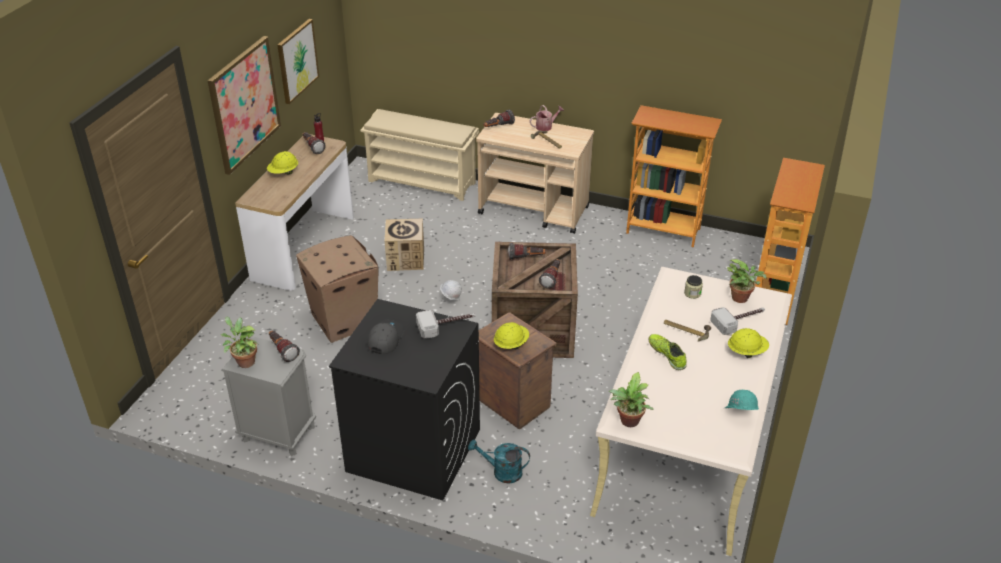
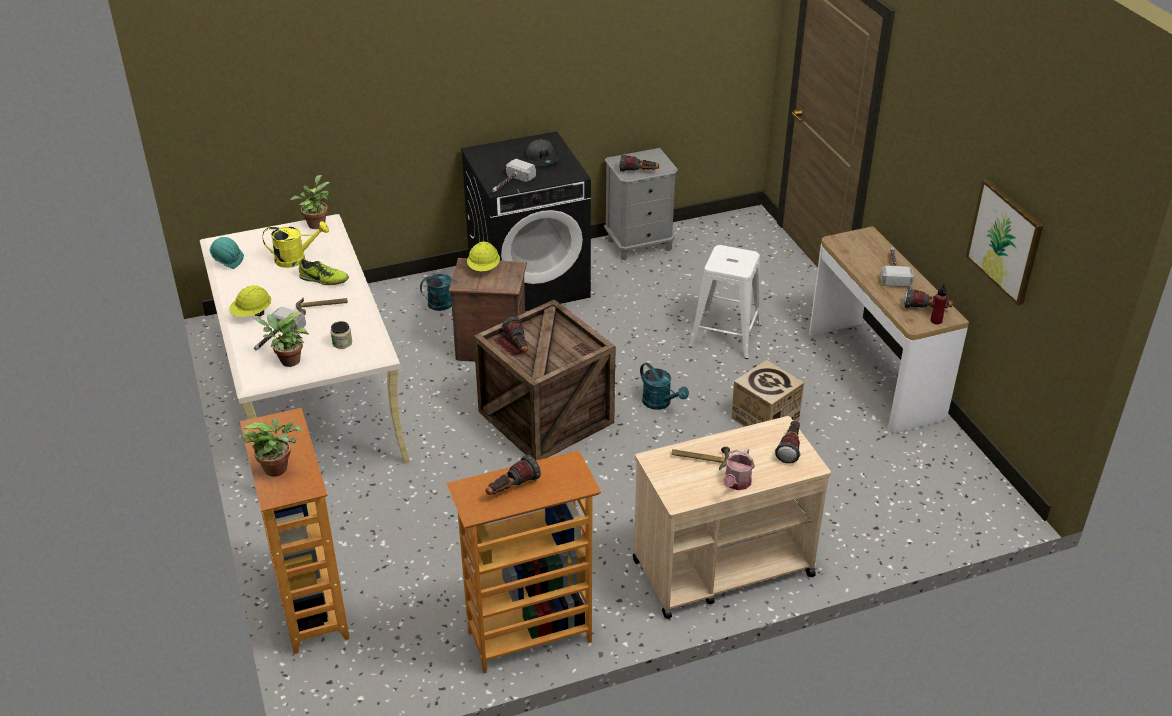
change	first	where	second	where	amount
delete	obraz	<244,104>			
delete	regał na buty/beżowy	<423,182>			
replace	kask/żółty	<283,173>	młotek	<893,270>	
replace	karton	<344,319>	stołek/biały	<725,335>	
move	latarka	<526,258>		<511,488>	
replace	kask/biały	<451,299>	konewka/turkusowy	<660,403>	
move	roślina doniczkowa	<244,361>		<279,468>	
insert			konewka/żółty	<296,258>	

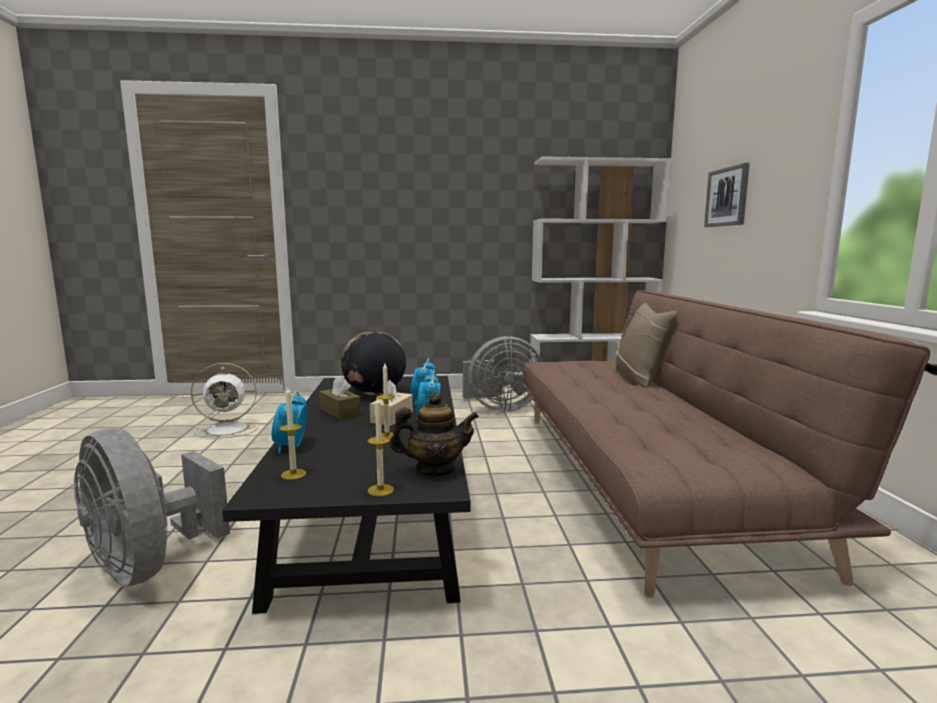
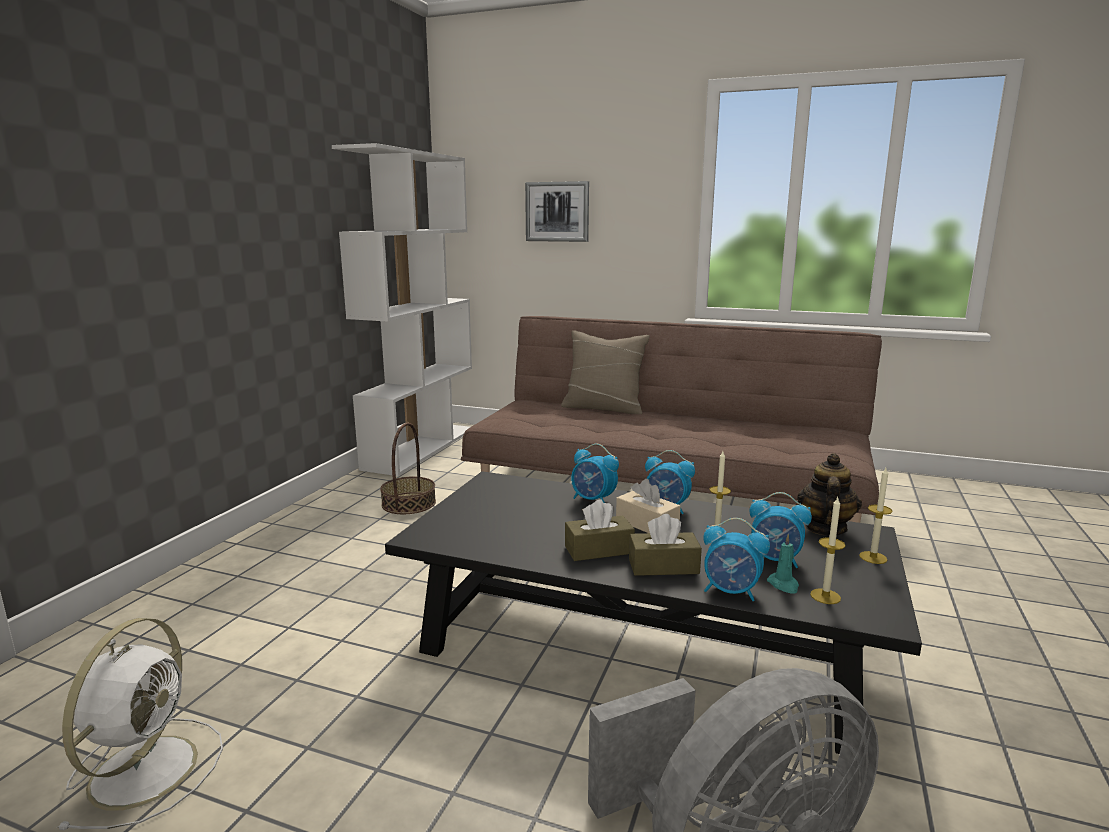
change	first	where	second	where	amount
delete	globus	<374,393>			
replace	wentylator/szary	<500,408>	koszyk	<408,503>	
insert			budzik	<775,560>	
insert			pudełko chusteczek/brązowy	<663,566>	
insert			świeca/turkusowy	<783,585>	

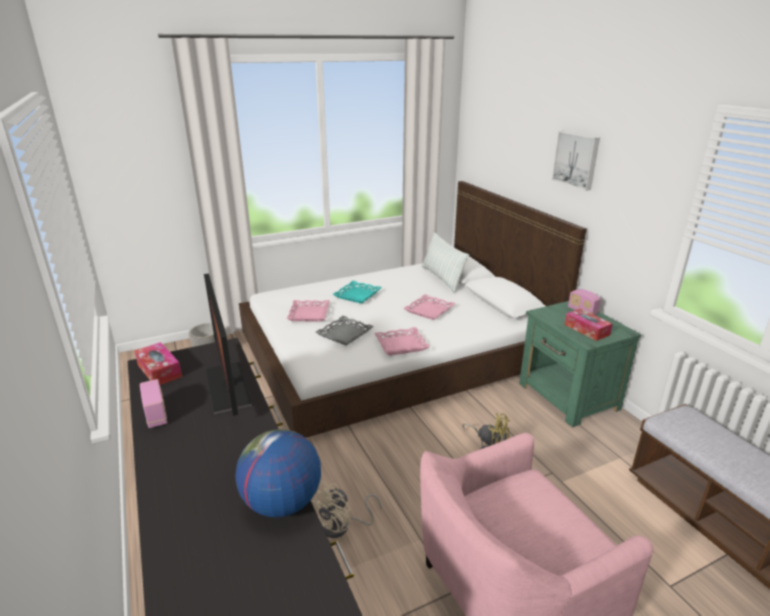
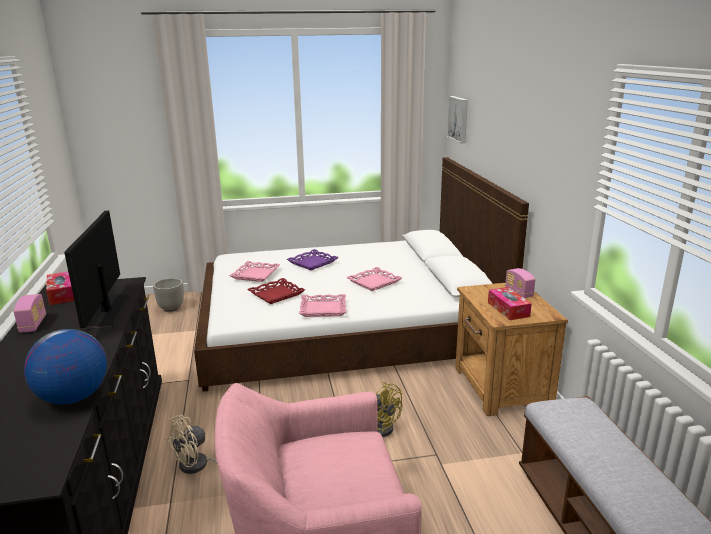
change	first	where	second	where	amount
move	obraz	<576,159>		<459,119>	
delete	poduszka	<442,278>			
recolor	taca/turkusowy	<357,295>	taca/fioletowy	<312,263>	
recolor	szafka nocna/zielony	<568,397>	szafka nocna/brązowy	<501,387>	
recolor	taca/szary	<345,334>	taca/czerwony	<276,295>	

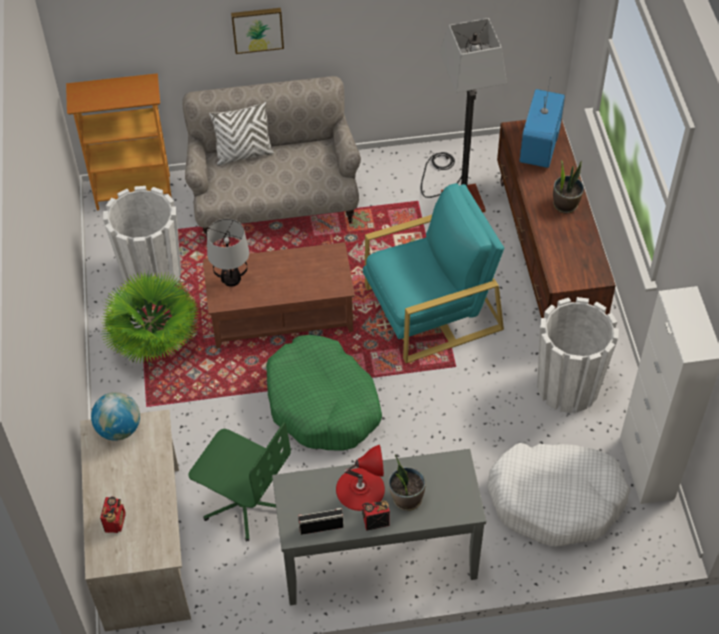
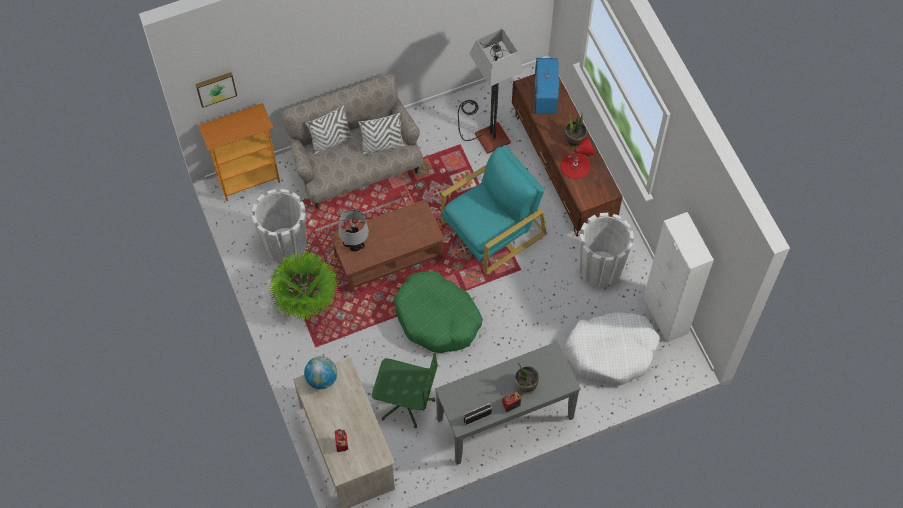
change	first	where	second	where	amount
move	obraz	<257,29>		<215,88>	
move	lampa stołowa/czerwony	<360,489>		<575,165>	
insert			poduszka/biały	<382,146>	

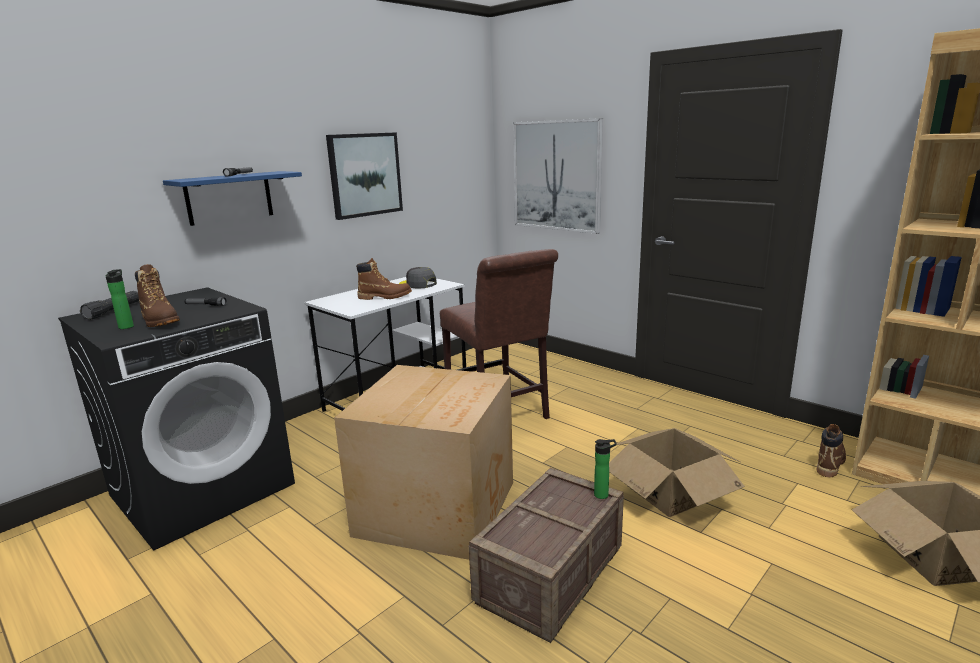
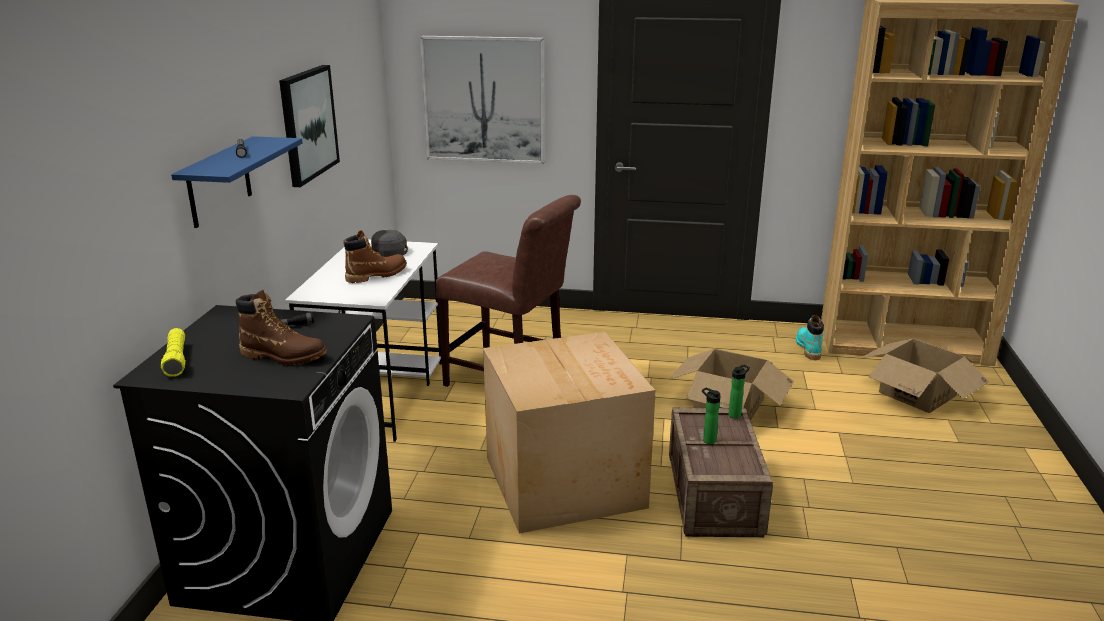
change	first	where	second	where	amount
move	butelka	<127,326>		<707,440>	
recolor	latarka/czarny	<113,311>	latarka/żółty	<176,360>	
recolor	but z cholewką/brązowy	<829,462>	but z cholewką/turkusowy	<808,348>	

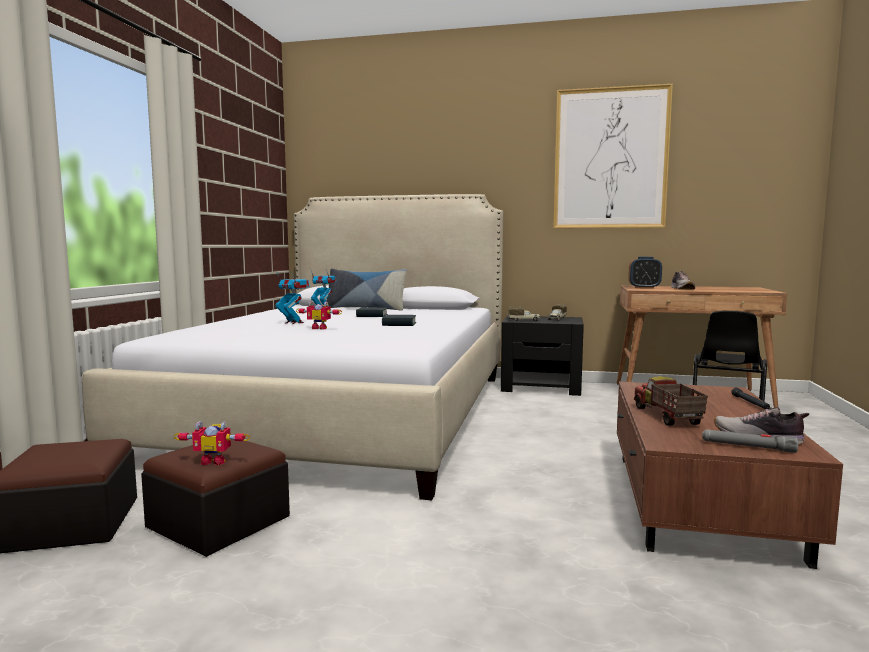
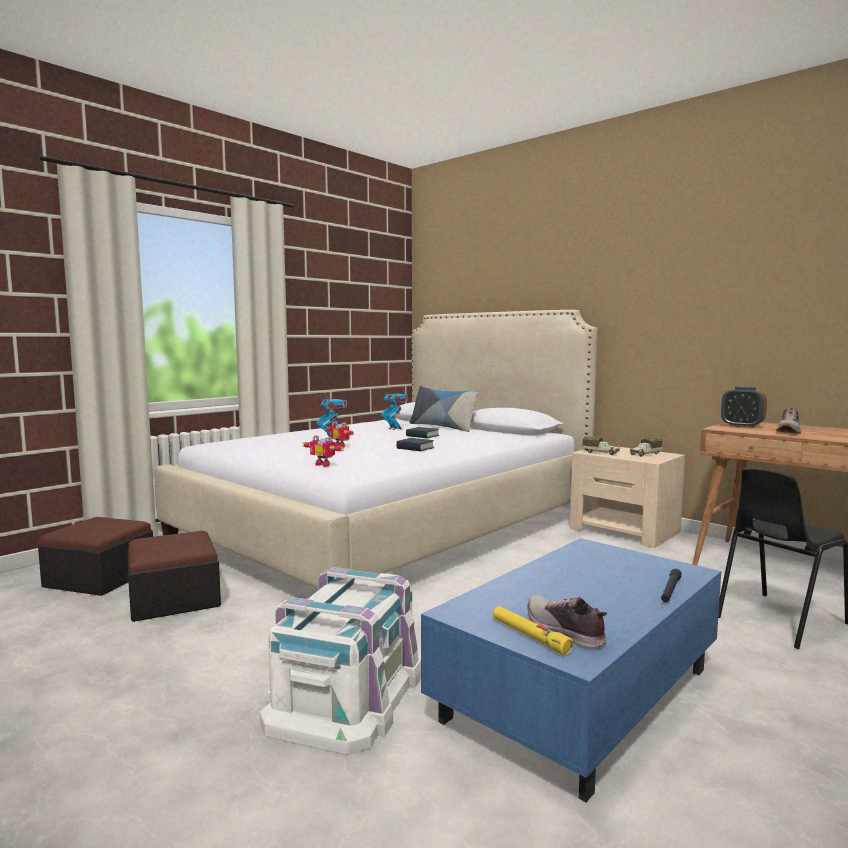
change	first	where	second	where	amount
delete	obraz	<610,159>			
recolor	szafka nocna/czarny	<542,387>	szafka nocna/beżowy	<625,530>	
delete	ciężarówka zabawkowa	<666,417>			
recolor	ława/brązowy	<699,503>	ława/niebieski	<578,695>	
move	robot zabawkowy	<215,461>		<325,464>	
recolor	latarka/szary	<747,447>	latarka/żółty	<529,636>	
insert			pojemnik do przechowywania/biały	<348,693>	

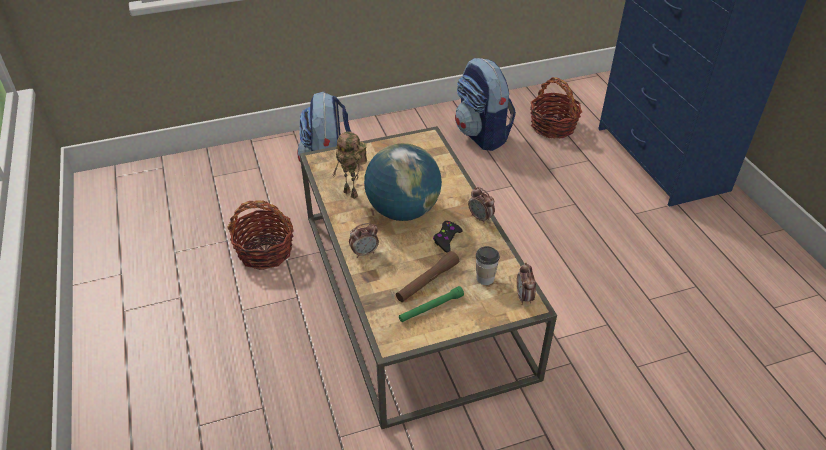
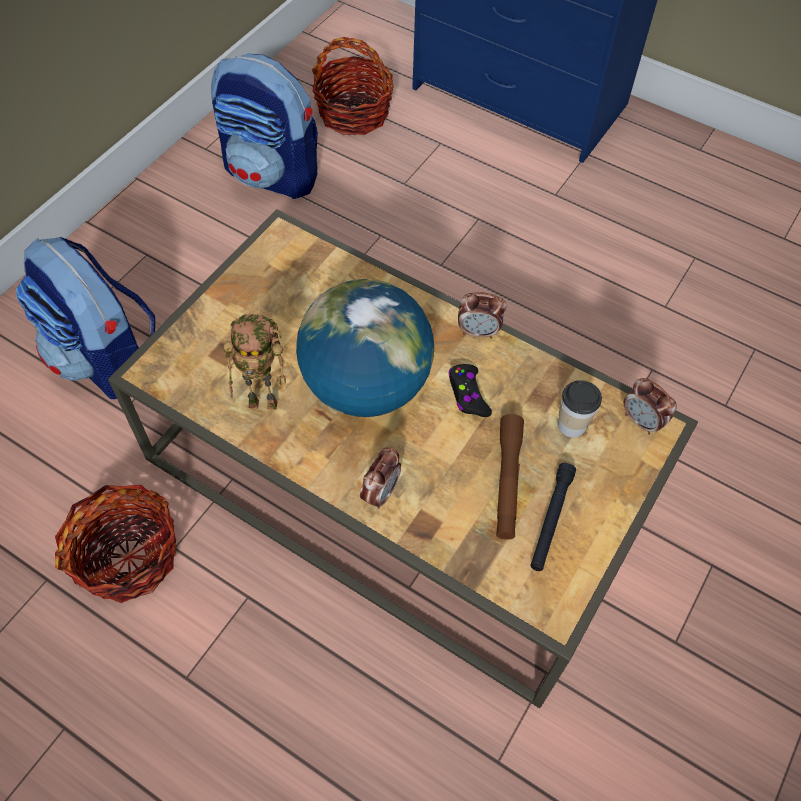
change	first	where	second	where	amount
recolor	latarka/zielony	<431,308>	latarka/czarny	<551,520>	

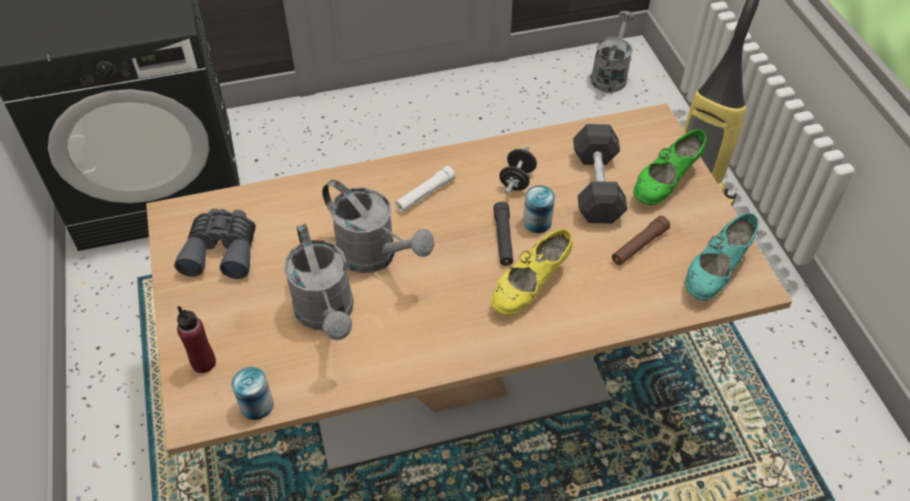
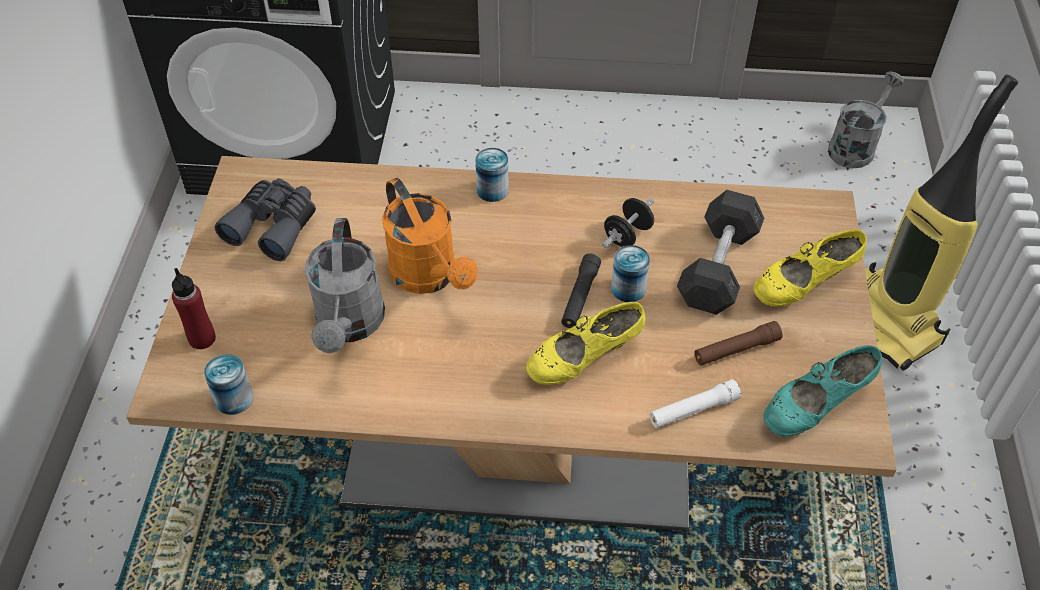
change	first	where	second	where	amount
recolor	but/zielony	<665,184>	but/żółty	<803,286>	
move	latarka/biały	<425,194>		<693,410>	
recolor	konewka/szary	<375,256>	konewka/pomarańczowy	<430,277>	
insert			puszka	<492,190>	

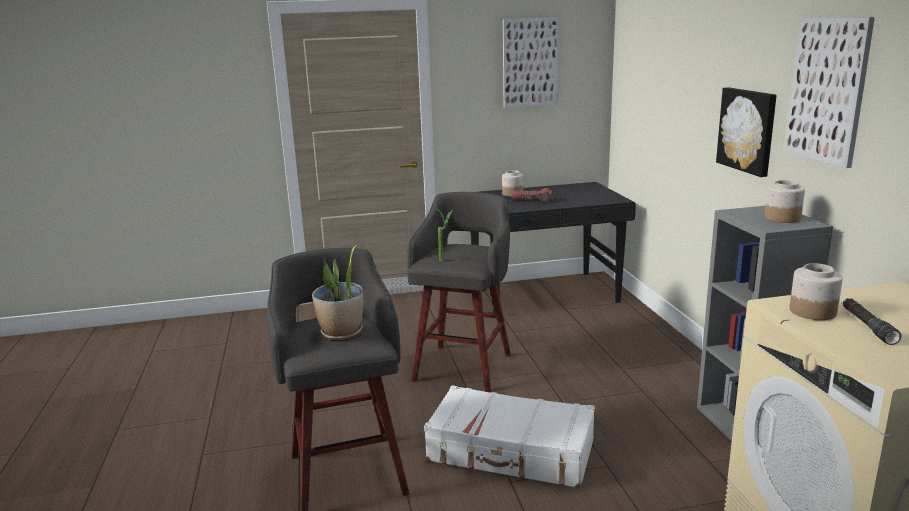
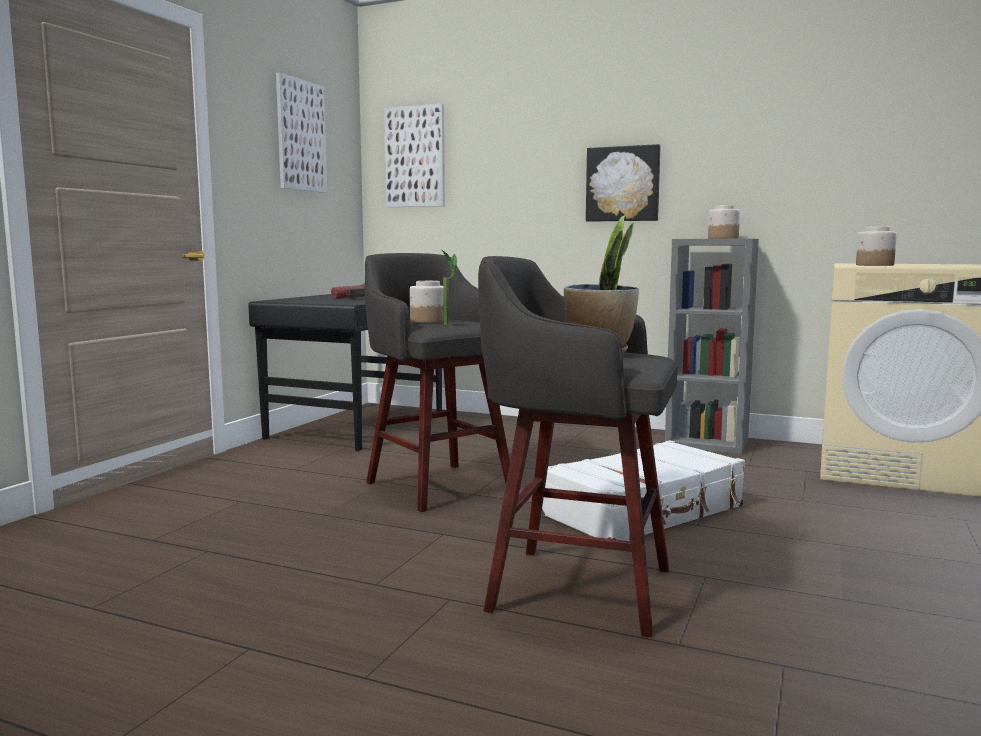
change	first	where	second	where	amount
move	obraz	<828,90>		<415,157>	
move	słoik	<512,194>		<428,321>	
delete	latarka/czarny	<868,326>			

